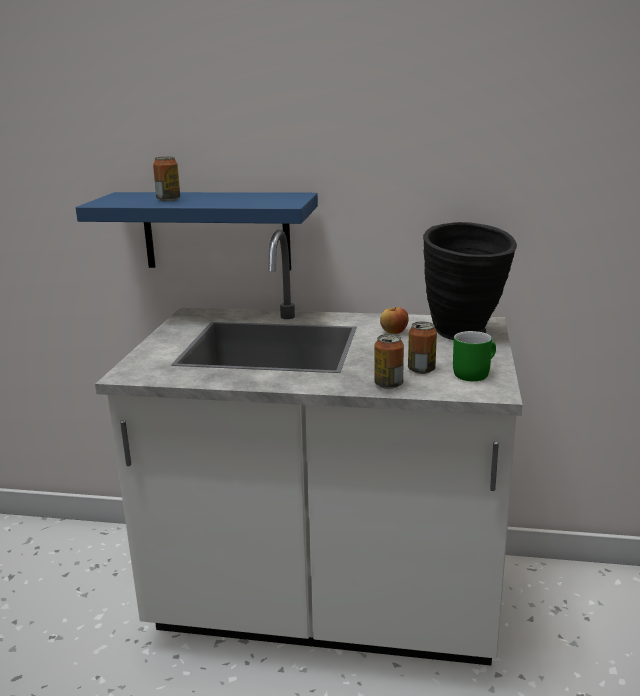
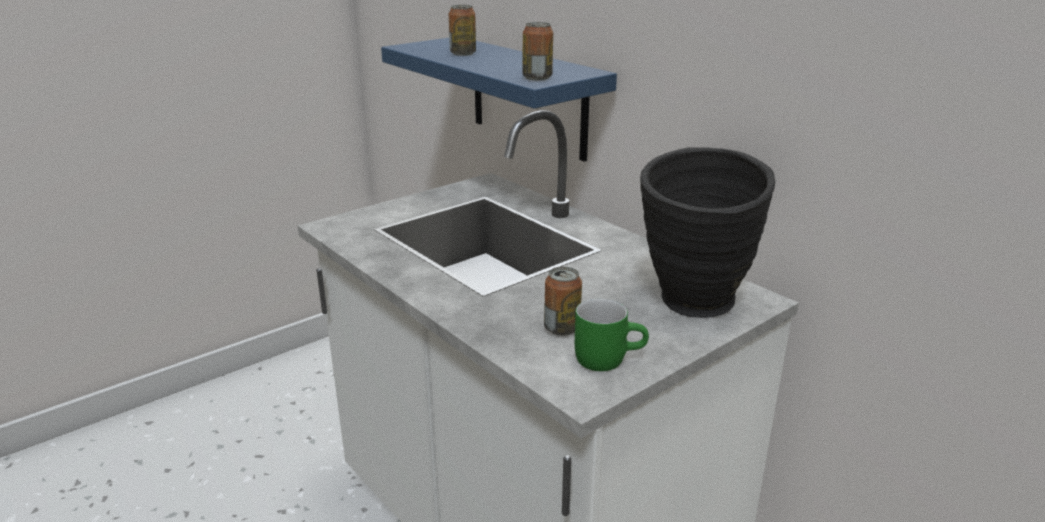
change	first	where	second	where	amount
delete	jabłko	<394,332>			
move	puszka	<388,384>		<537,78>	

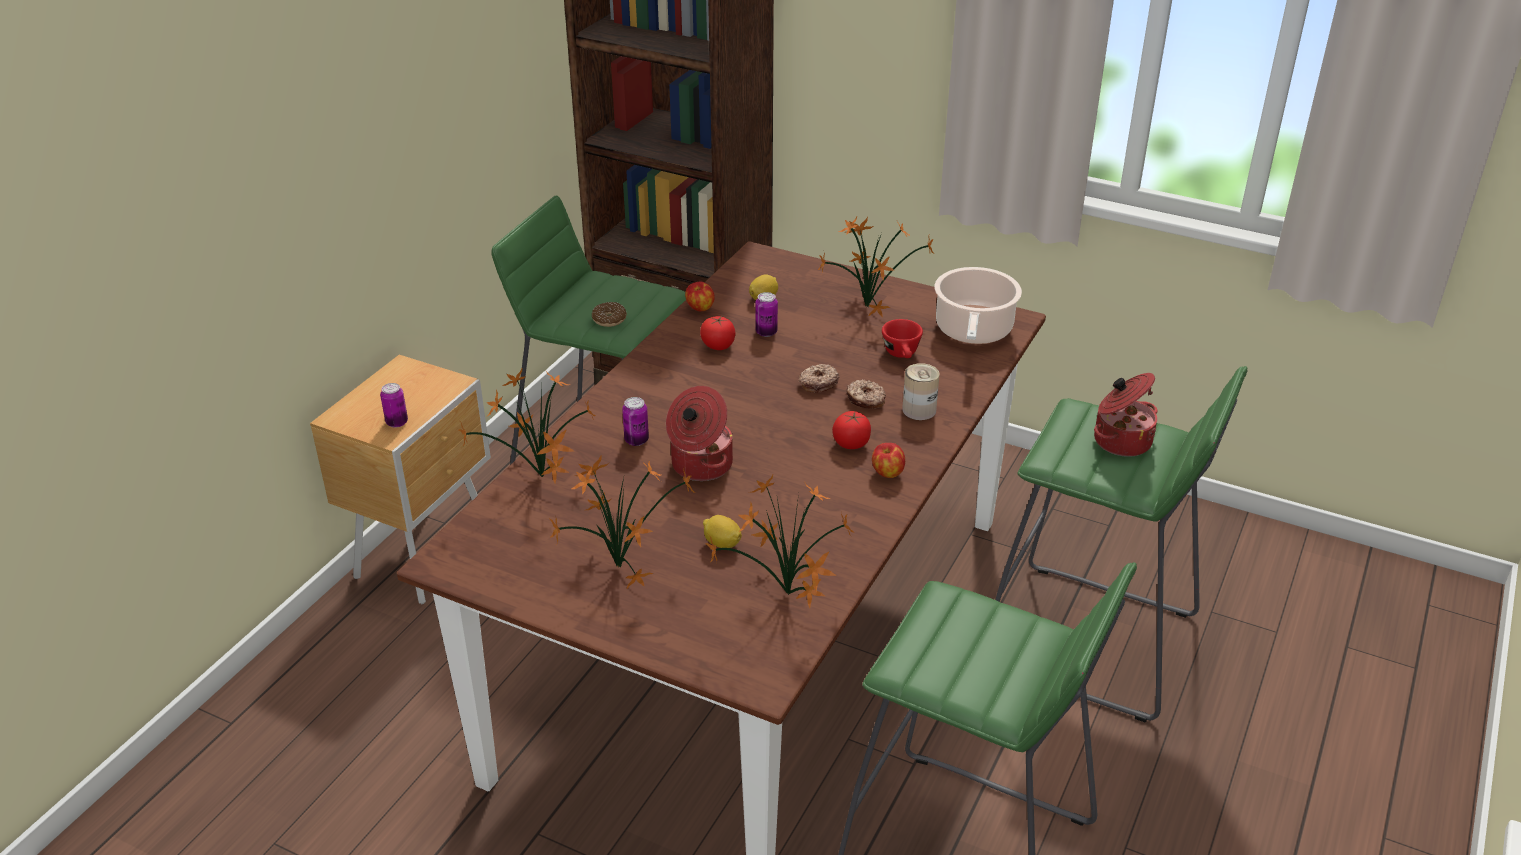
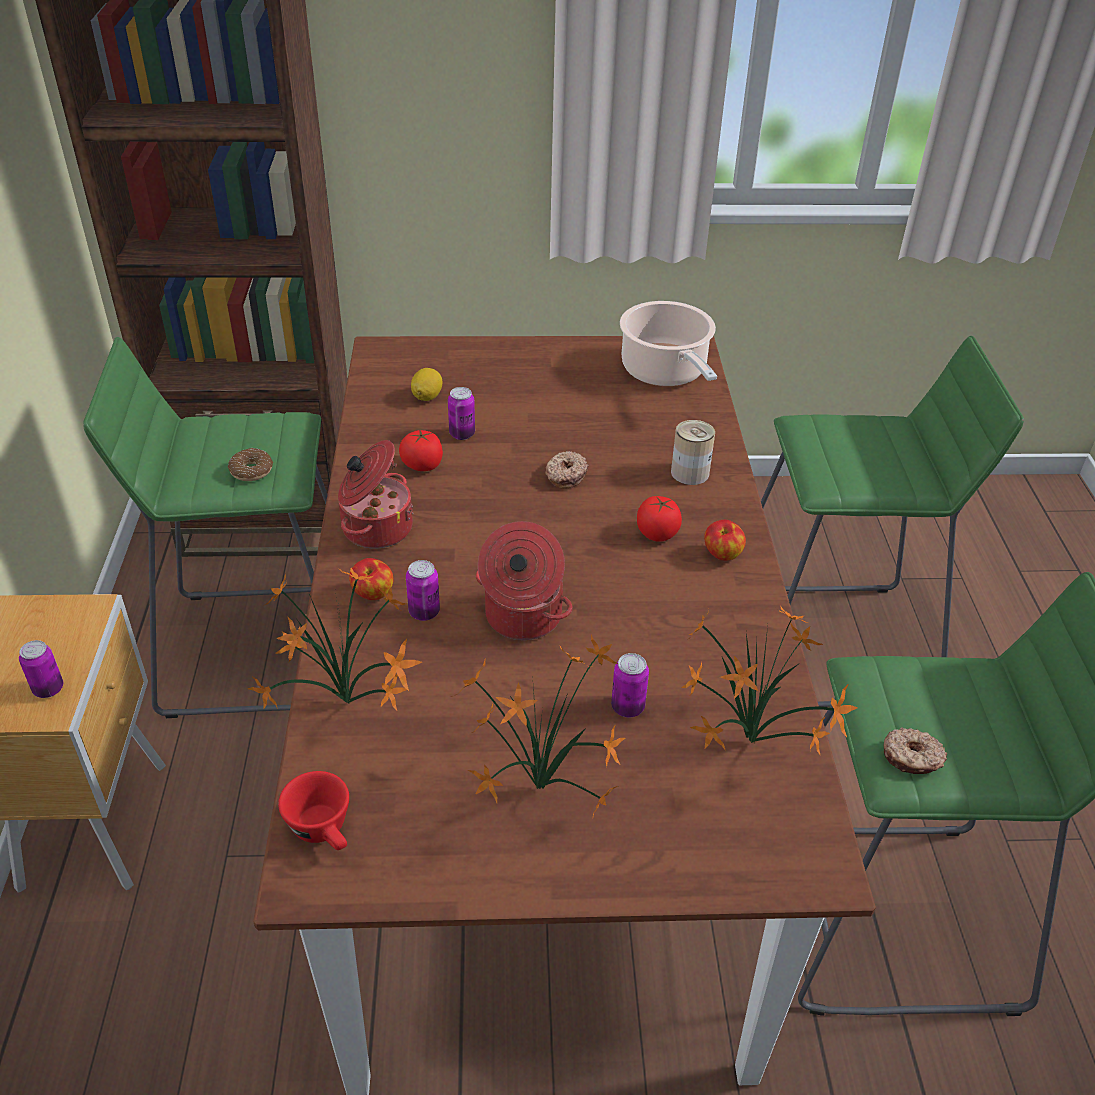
change	first	where	second	where	amount
delete	roślina doniczkowa	<867,306>			
move	jabłko	<700,308>		<373,594>	
move	filiżanka/czerwony	<902,355>		<324,831>	
move	garnek	<1121,440>		<375,527>	
move	donut	<865,400>		<911,758>	
replace	cytryna	<722,543>	puszka	<627,707>	

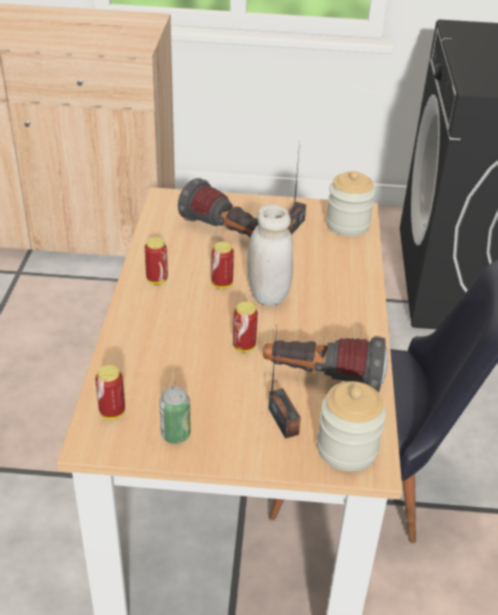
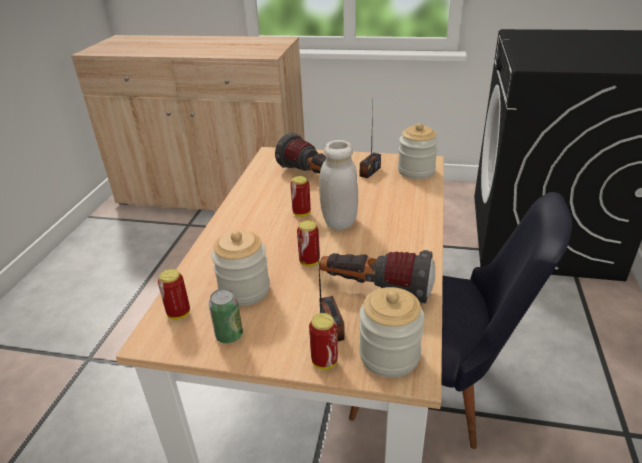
change	first	where	second	where	amount
move	puszka	<157,280>		<324,361>	
insert			słoik	<244,290>	

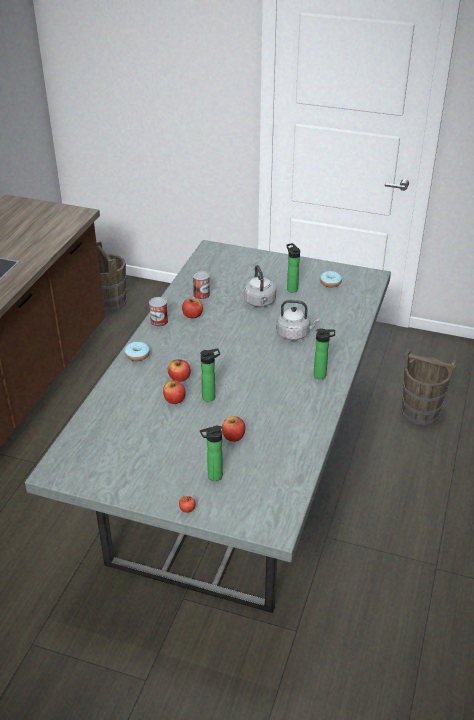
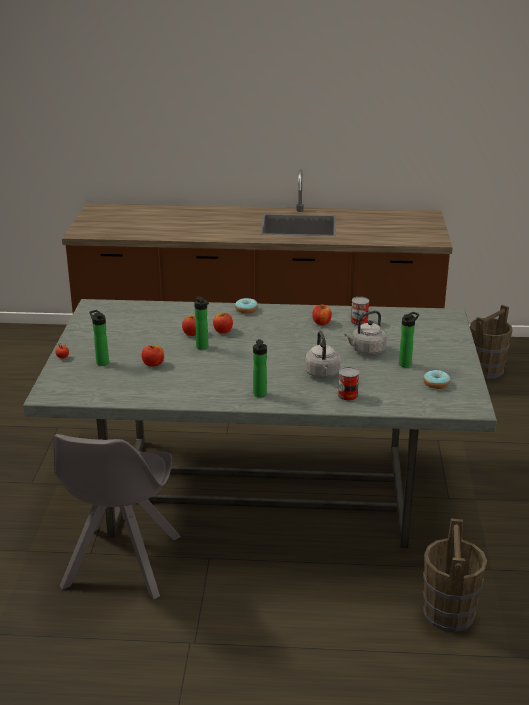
change	first	where	second	where	amount
move	puszka	<159,322>		<347,396>	
insert			krzesło/szary	<120,564>	

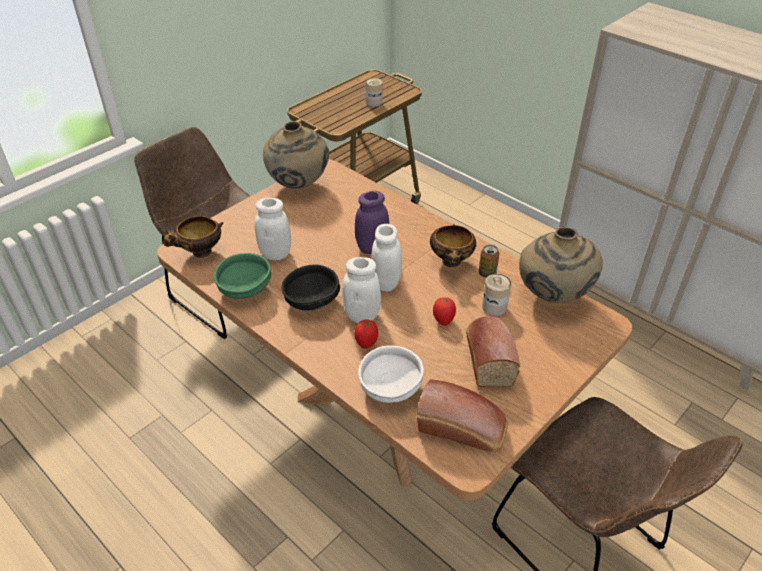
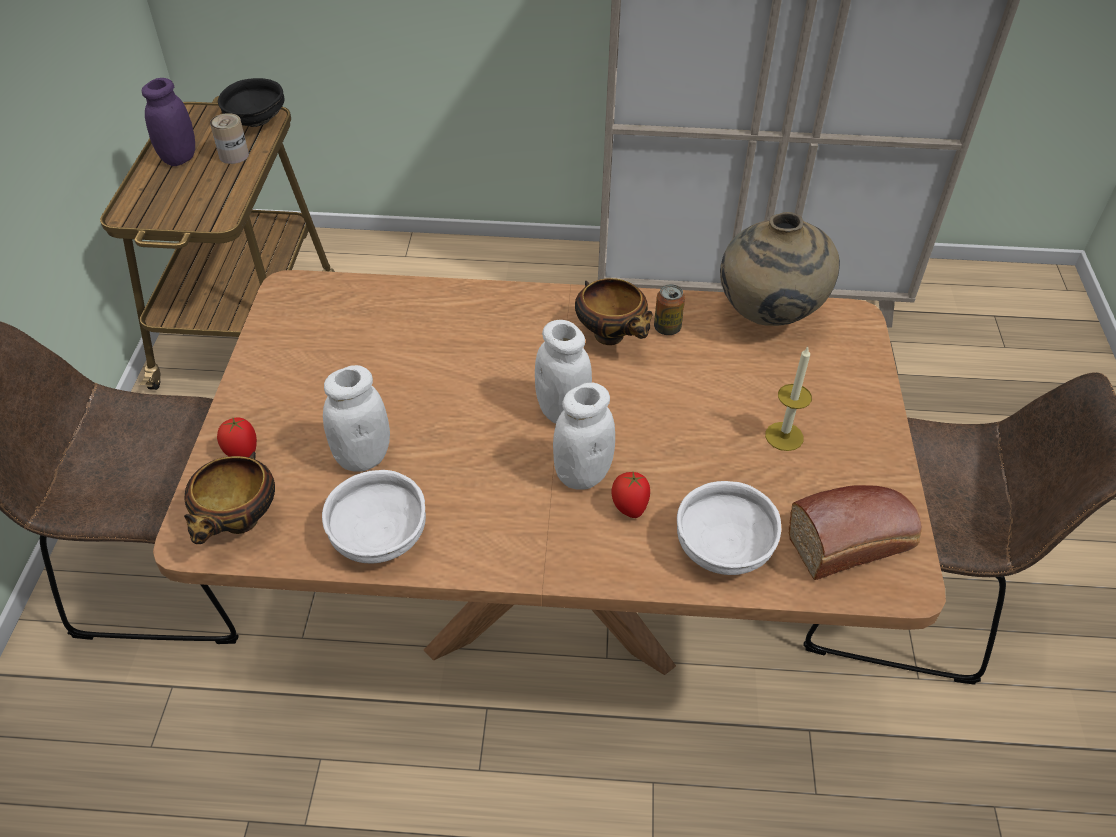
change	first	where	second	where	amount
delete	wazon/beżowy	<299,186>			
move	słoik/fioletowy	<372,248>		<179,158>	
recolor	miska/zielony	<244,290>	miska/biały	<378,538>	
move	miska/czarny	<311,301>		<255,121>	
delete	puszka	<494,306>			
move	pomidor	<443,320>		<242,453>	
replace	chleb	<488,358>	świeca	<784,436>	

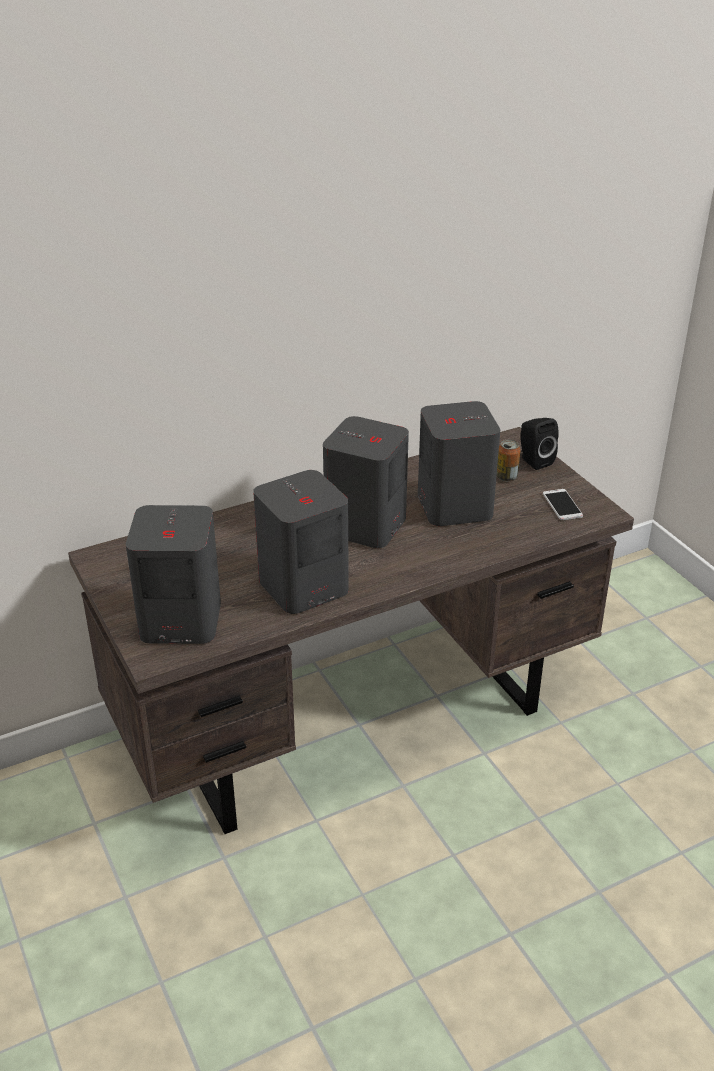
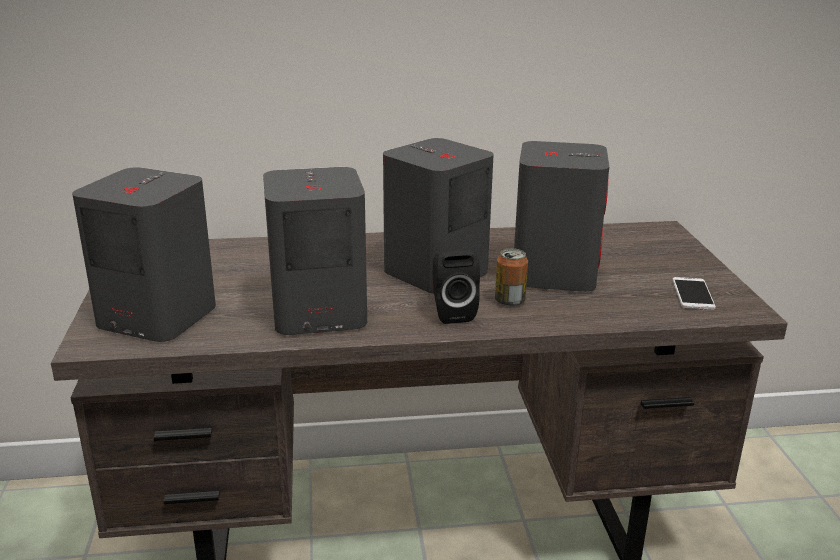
change	first	where	second	where	amount
move	głośnik/czarny	<534,461>		<452,312>	
move	puszka	<506,477>		<509,301>	

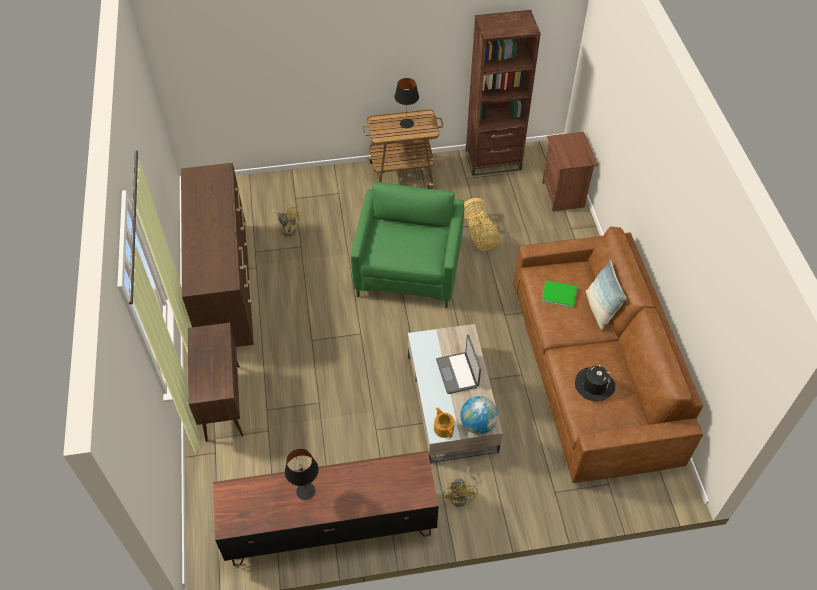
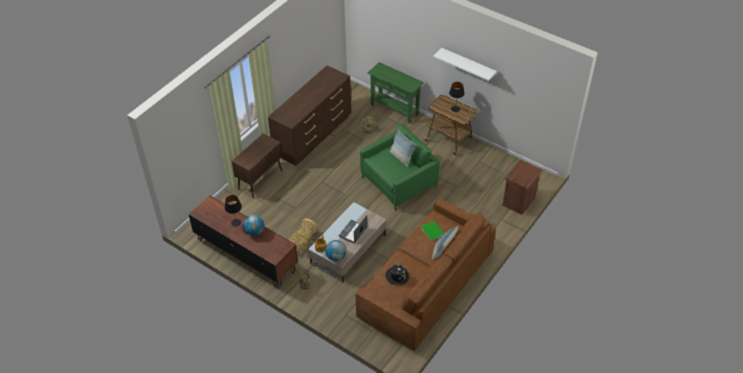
change	first	where	second	where	amount
delete	regał/brązowy	<493,160>			
move	koszyk	<479,234>		<302,242>	
insert			półka/biały	<468,65>	
insert			stolik konsolowy/zielony	<394,109>	
insert			poduszka	<401,158>	
insert			globus	<254,232>	

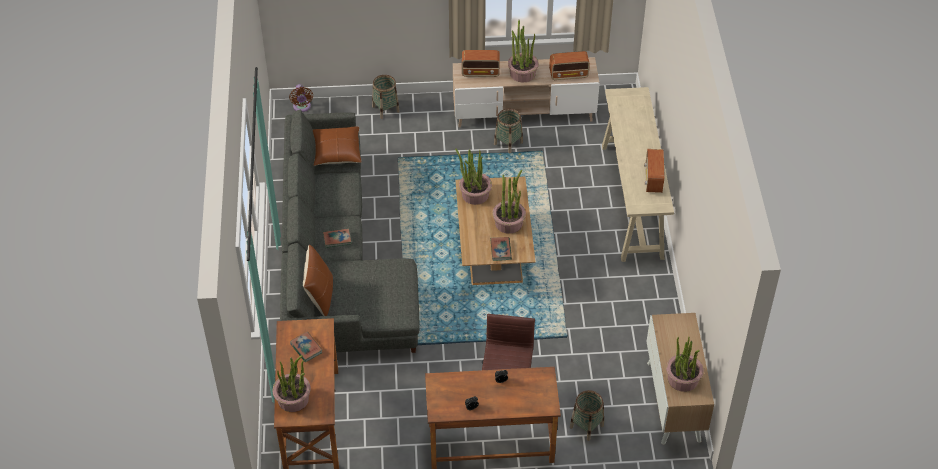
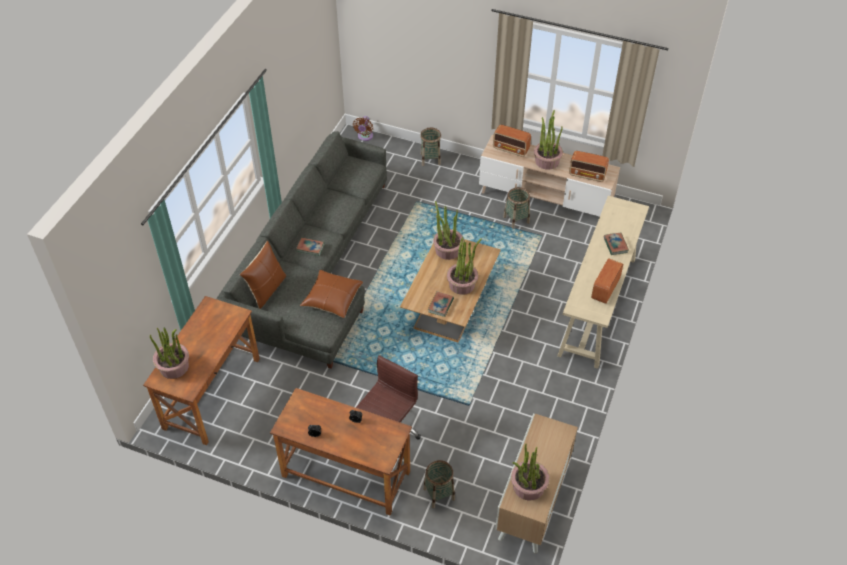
change	first	where	second	where	amount
move	poduszka/brązowy	<337,152>		<332,299>	
move	książka	<306,348>		<615,245>	

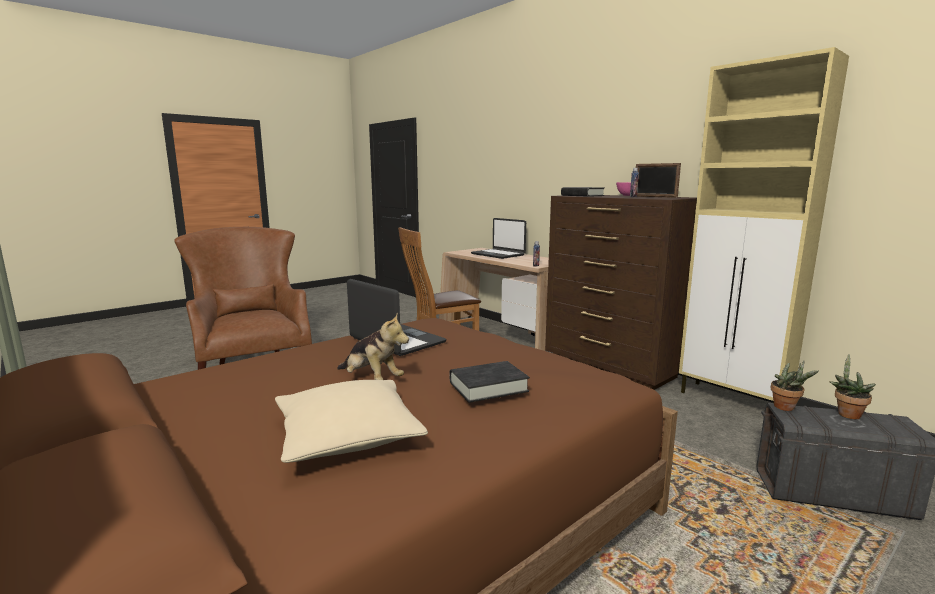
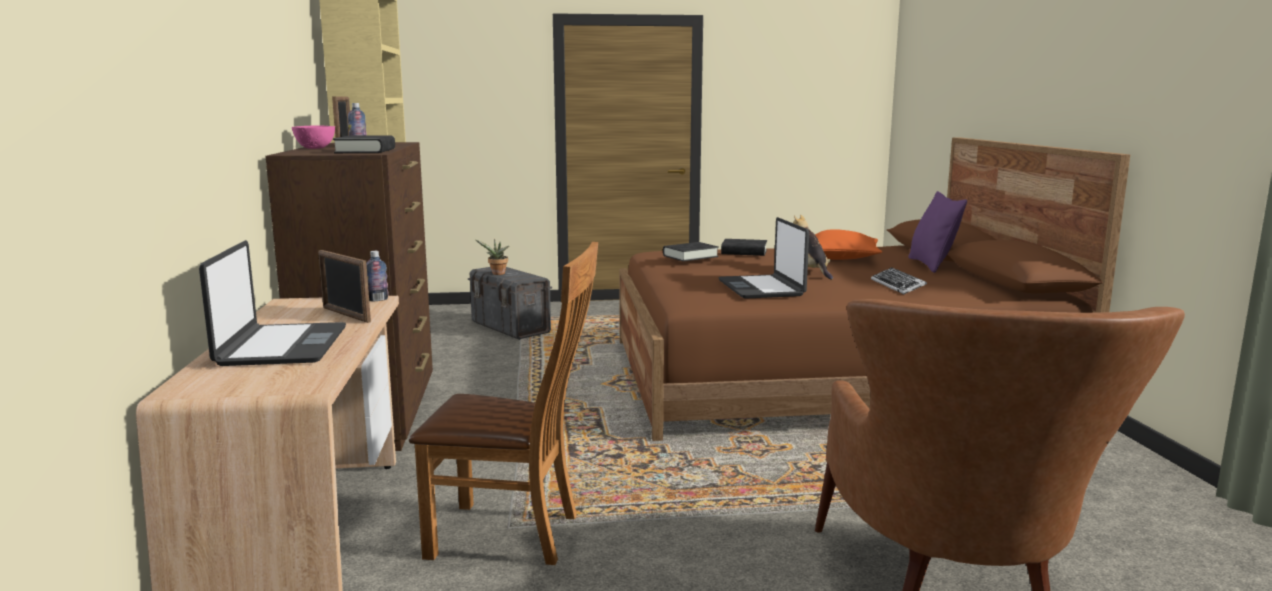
change	first	where	second	where	amount
delete	roślina doniczkowa	<787,408>			
recolor	poduszka/beżowy	<347,436>	poduszka/pomarańczowy	<842,258>	
insert			poduszka/fioletowy	<932,265>	
insert			książka/czarny	<690,256>	
insert			ramka na zdjęcie	<346,315>	
insert			klawiatura	<898,286>	

